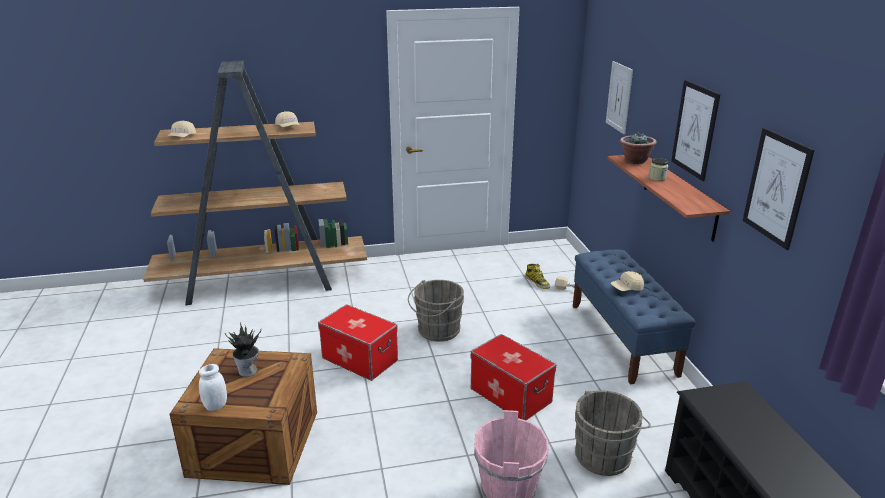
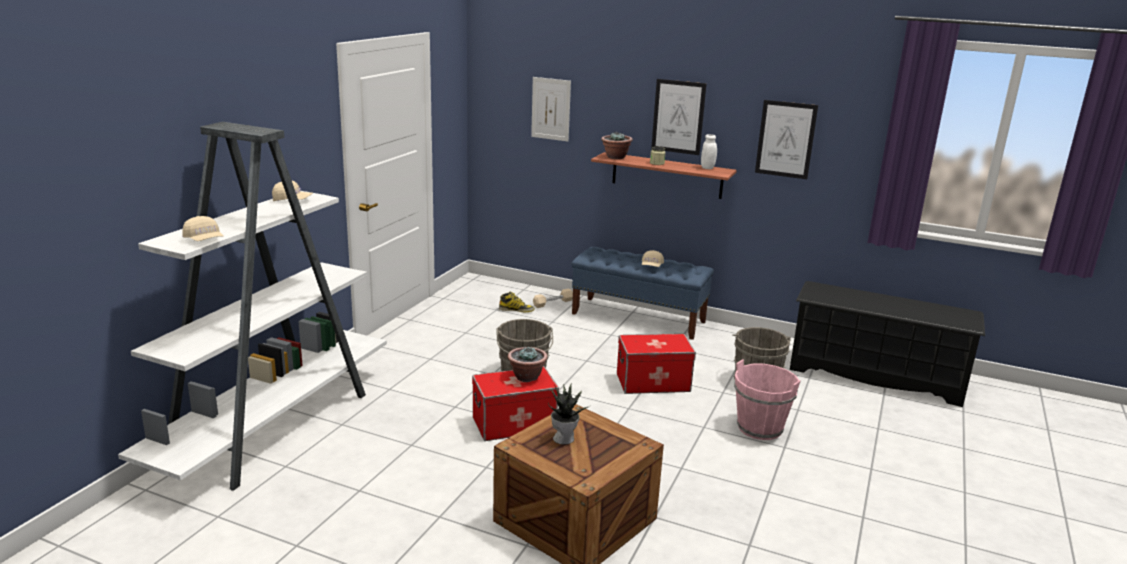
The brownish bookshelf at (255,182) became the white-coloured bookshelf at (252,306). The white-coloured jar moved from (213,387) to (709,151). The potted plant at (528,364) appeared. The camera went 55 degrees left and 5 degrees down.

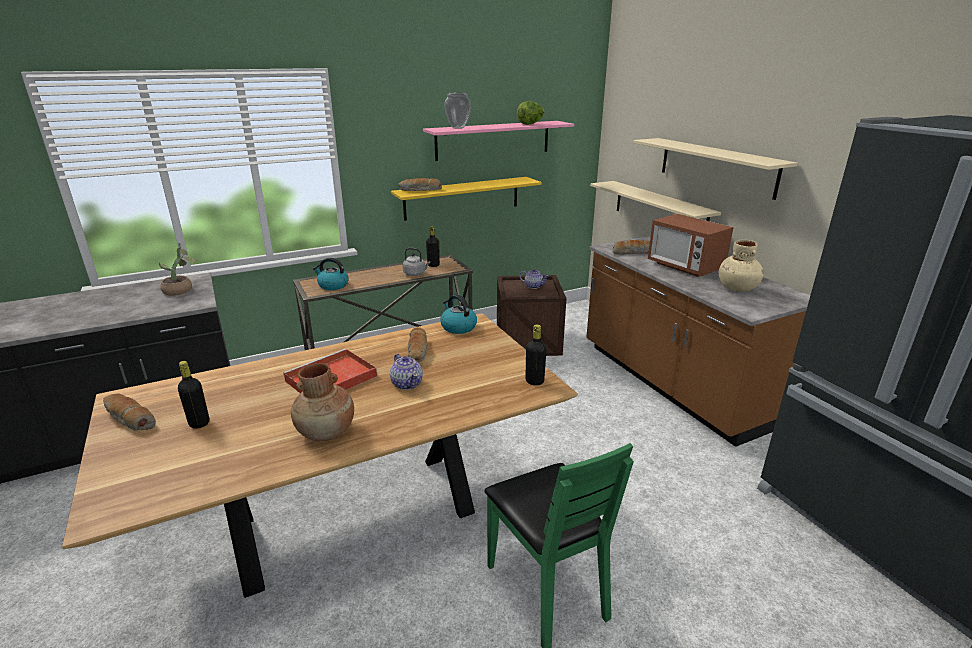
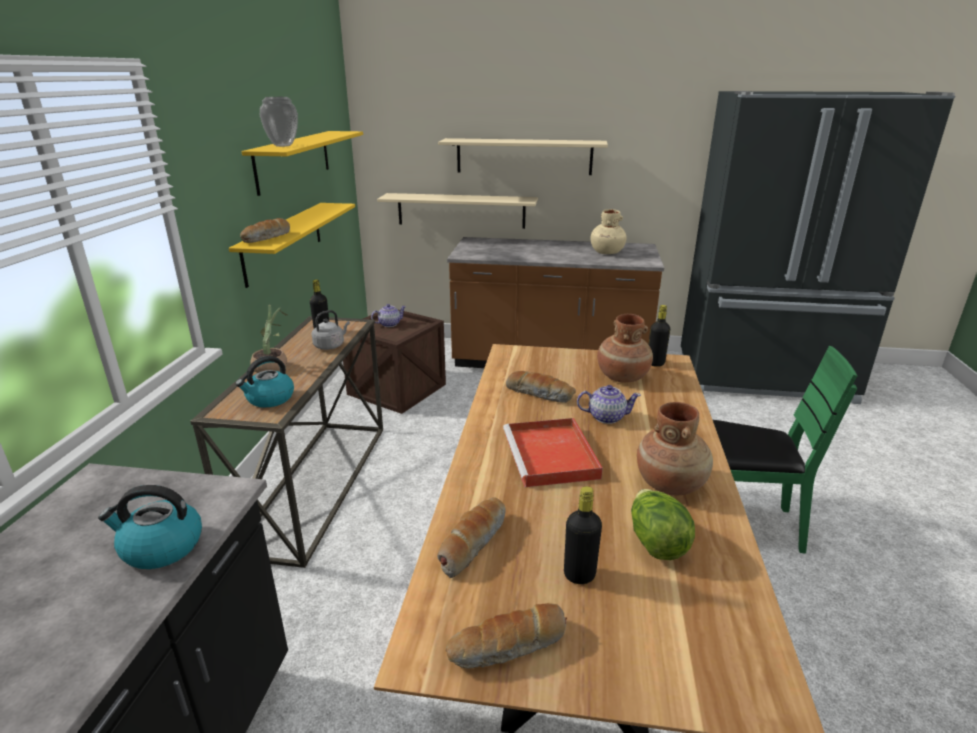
The potted plant moved from (178,269) to (268,339). The pink-coloured shelf at (498,141) became the yellow shelf at (302,163). The kettle moved from (458,314) to (150,527). The head of lettuce moved from (531,113) to (663,524). The baked bread moved from (631,247) to (471,537). The microwave at (691,245) disappeared. The brownish flower vase at (625,348) appeared. The camera went 55 degrees left and 0 degrees up.

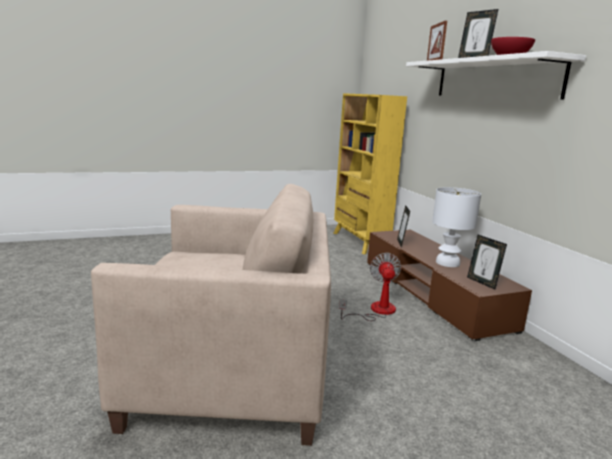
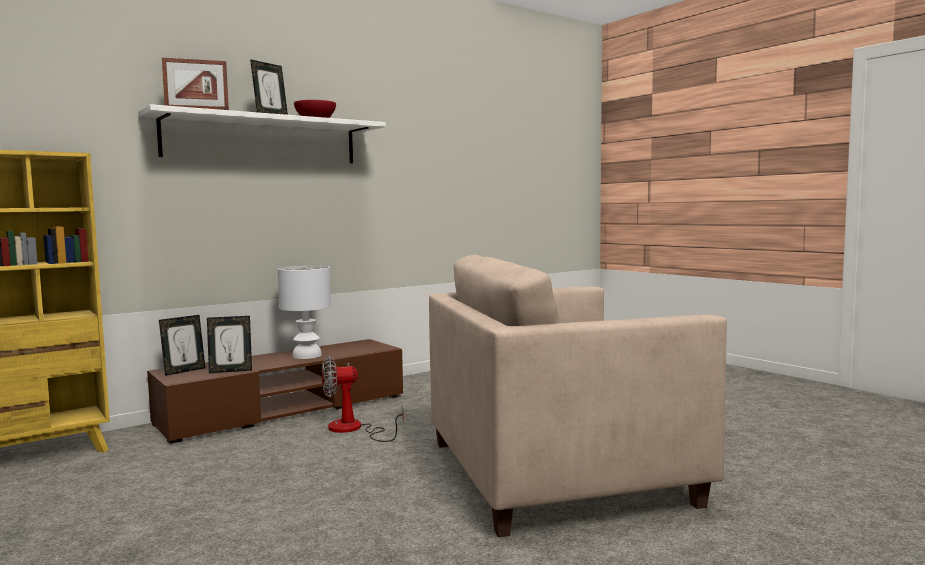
The sand-coloured armchair at (211,315) turned 90 degrees counterclockwise. The standing frame moved from (487,262) to (182,345). The camera went 105 degrees left and 10 degrees down.

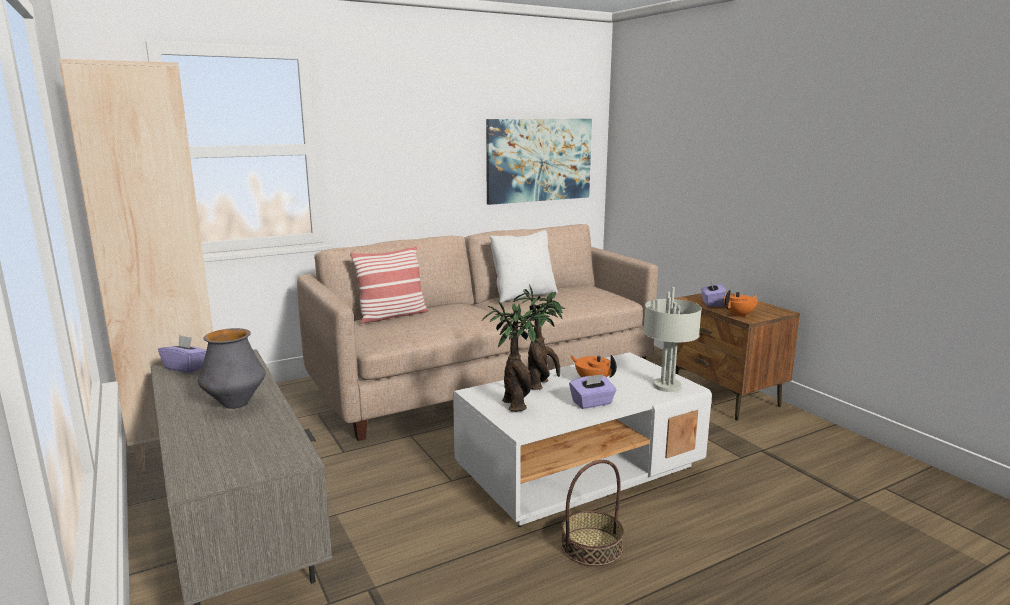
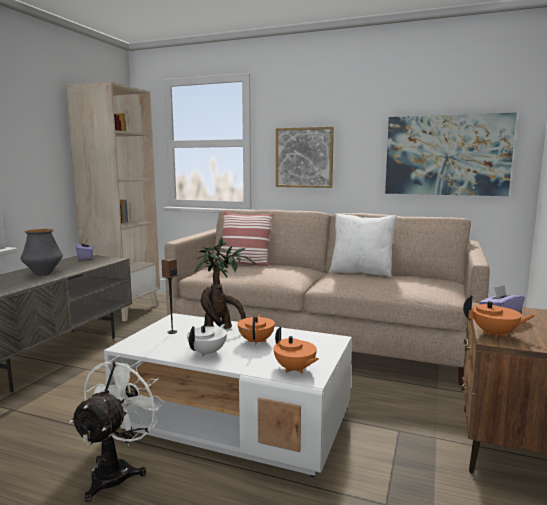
The potted plant at (517,356) was replaced by the audio speaker at (169,296). The basket at (592,513) was replaced by the white-coloured fan at (117,428). The purple tissue box at (592,391) was replaced by the white-coloured pot for tea at (207,340). The grey tabletop lamp at (672,339) was replaced by the orange-coloured pot for tea at (296,350). The picture at (305,157) appeared. The camera went 50 degrees right and 5 degrees down.

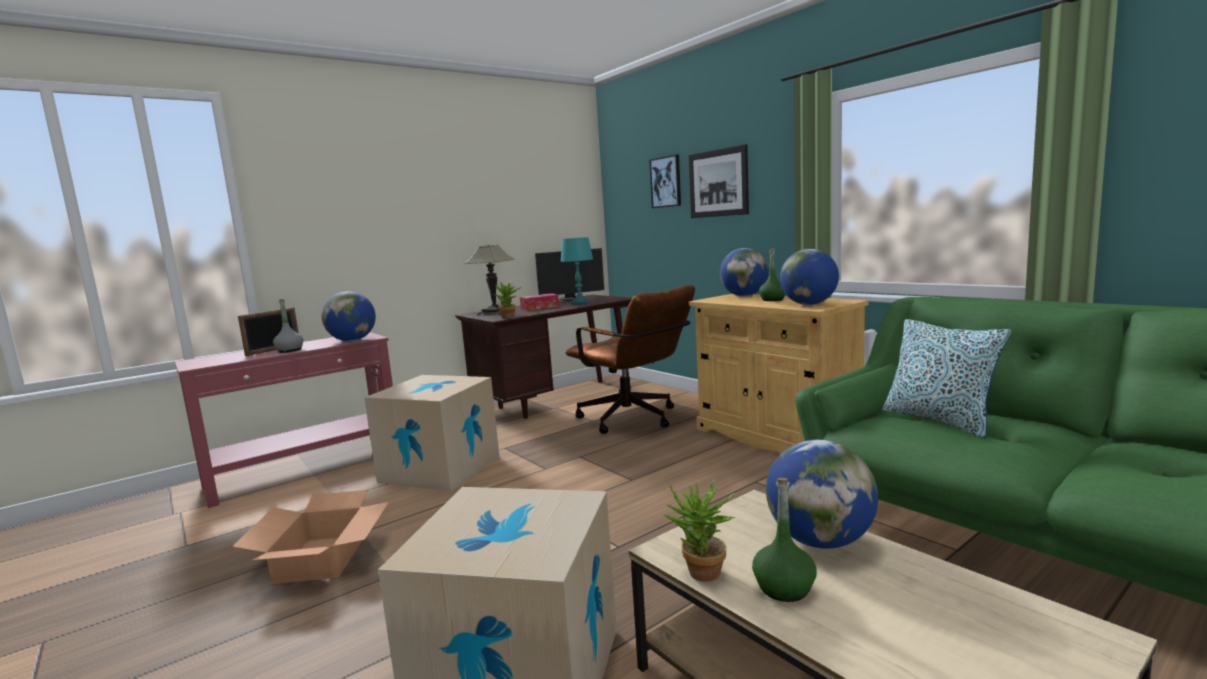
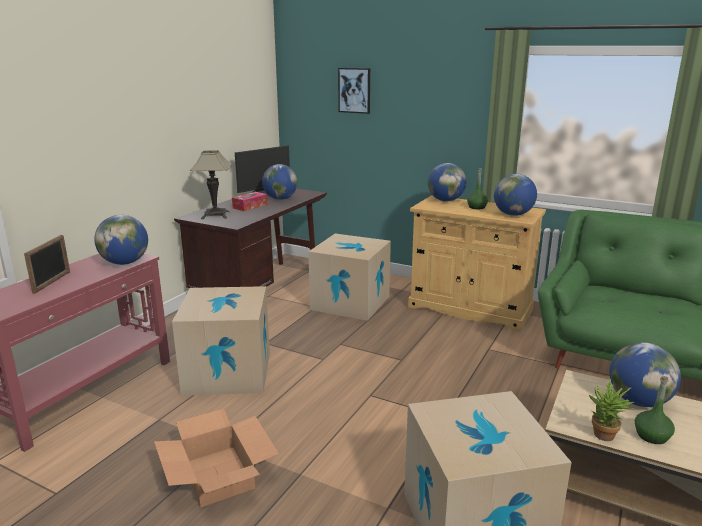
The grey bottle at (288,326) disappeared. The potted plant at (507,300) disappeared. The turquoise tabletop lamp at (576,270) was replaced by the globe at (280,182). The brownish computer chair at (630,359) was replaced by the carton at (349,277). The picture at (718,181) disappeared. The throw pillow at (946,378) disappeared. The camera went 25 degrees left and 10 degrees up.

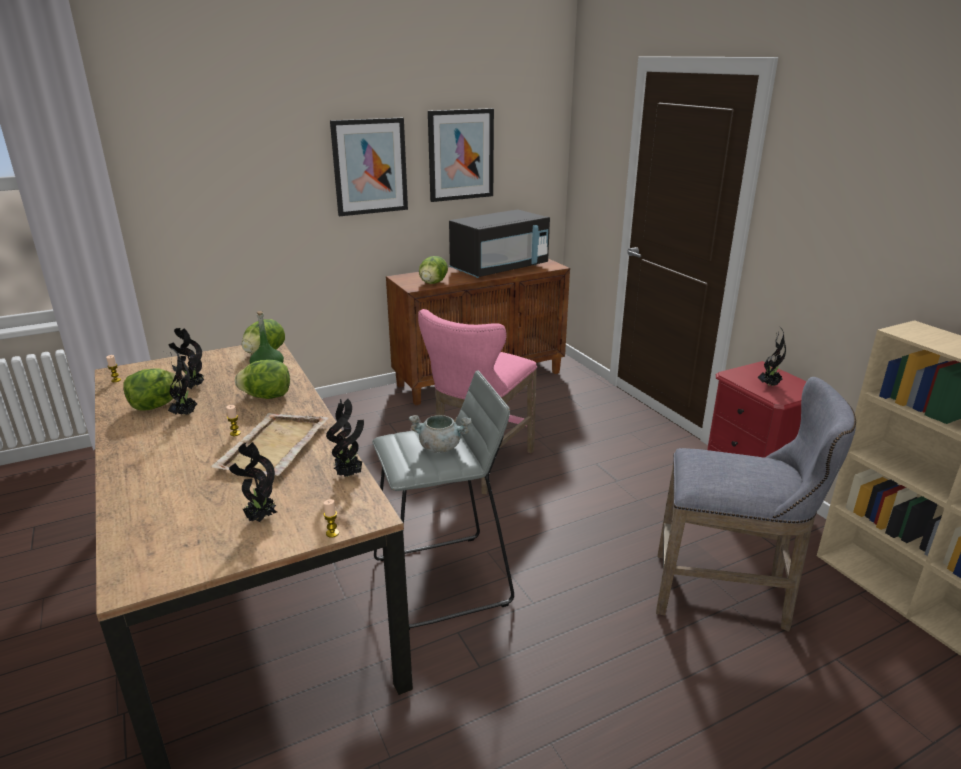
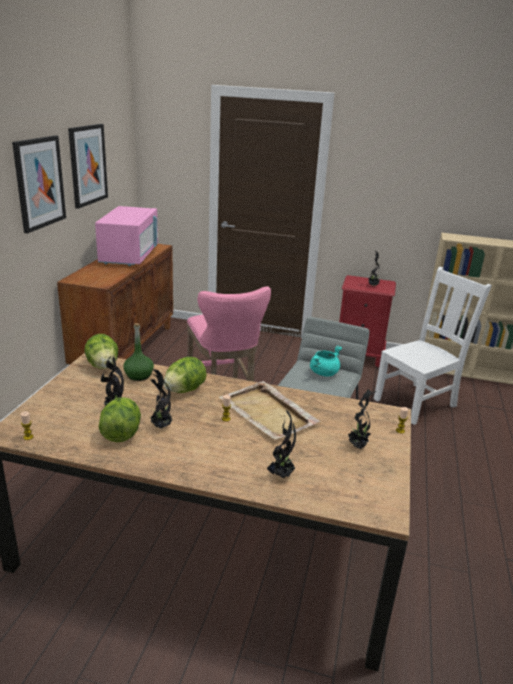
The potted plant moved from (345,438) to (281,443). The grey stockpot at (440,434) became the turquoise stockpot at (326,361). The head of lettuce at (433,270) disappeared. The black microwave at (499,244) became the pink-coloured microwave at (126,236). The grey stool seat at (756,504) was replaced by the white-coloured plain chair at (433,346). The camera went 50 degrees left and 0 degrees up.

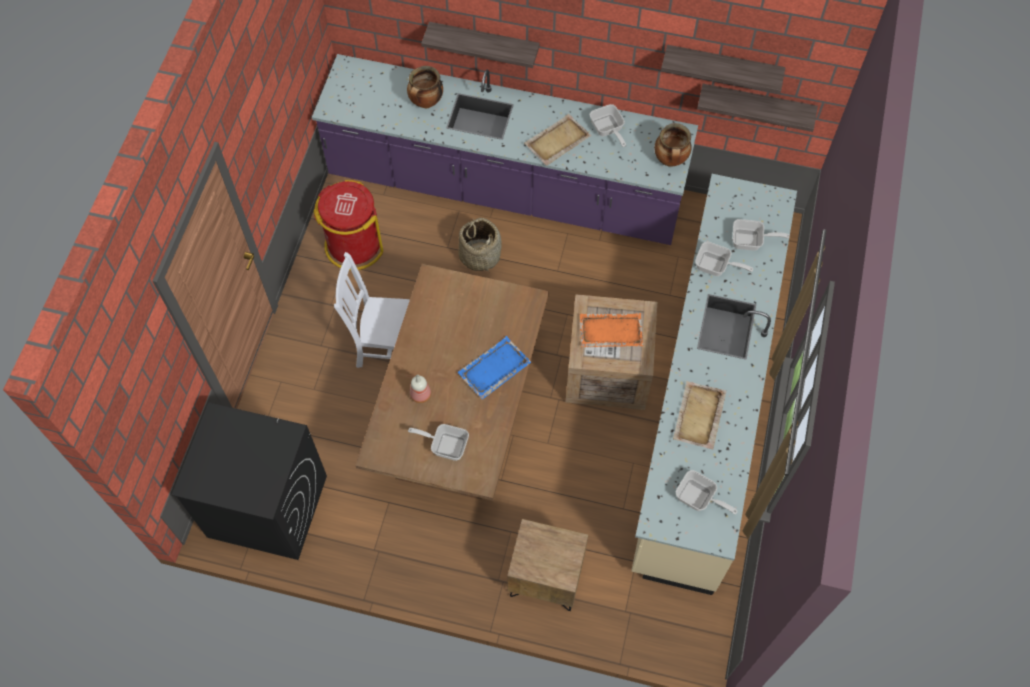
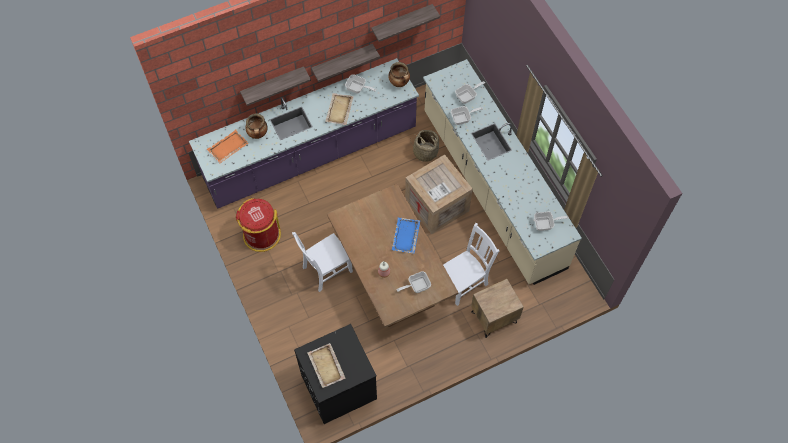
The basket moved from (480,245) to (424,146). The orange-coloured carrying tray moved from (611,330) to (227,146). The sand-coloured carrying tray moved from (699,415) to (326,365). The shelf moved from (757,108) to (345,63). The white-coloured plain chair at (471,264) appeared. The camera went 40 degrees left and 0 degrees up.

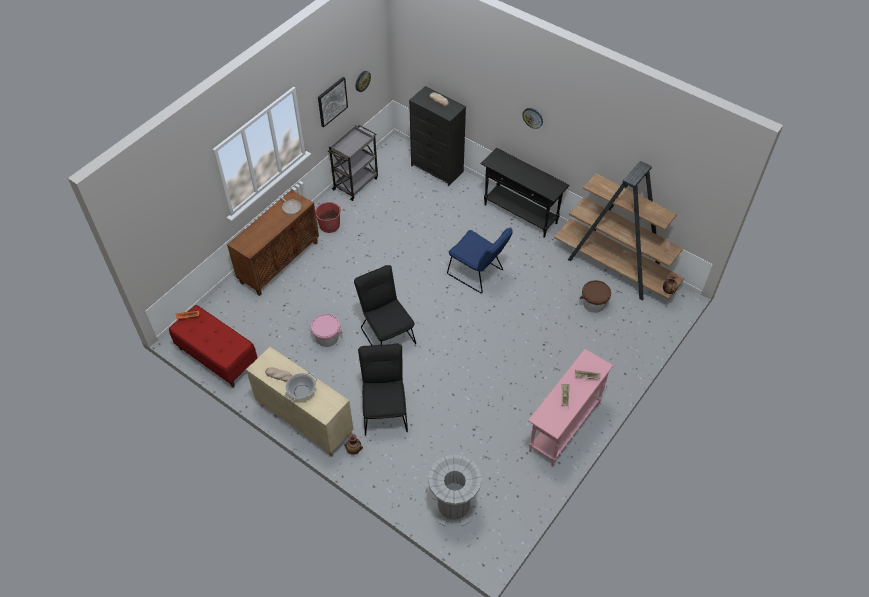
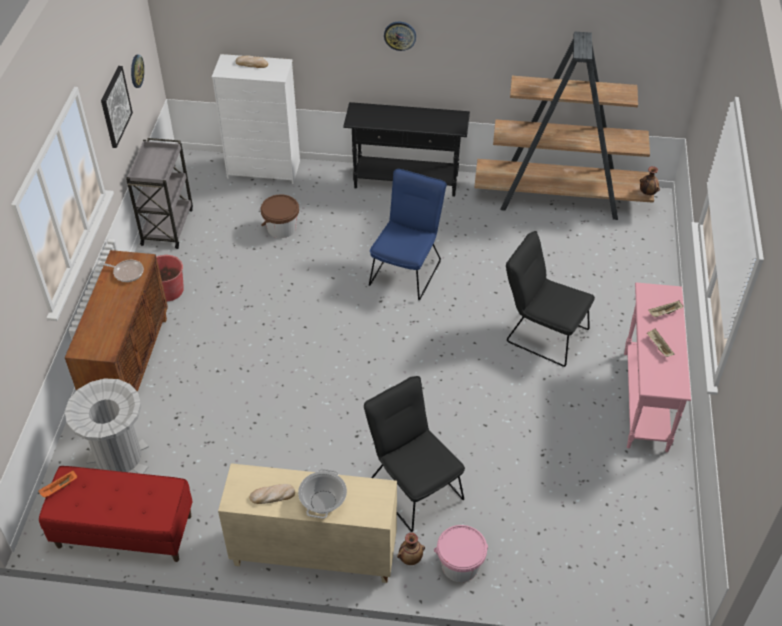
The pink-coloured water bucket moved from (327,330) to (461,553). The black plain chair moved from (385,305) to (550,299). The black chest of drawers at (437,136) became the white-coloured chest of drawers at (256,119). The grey waste bin moved from (455,490) to (107,426). The blue-coloured plain chair at (480,260) turned 75 degrees counterclockwise. The brownish water bucket moved from (595,296) to (280,216). The camera went 30 degrees left and 5 degrees down.

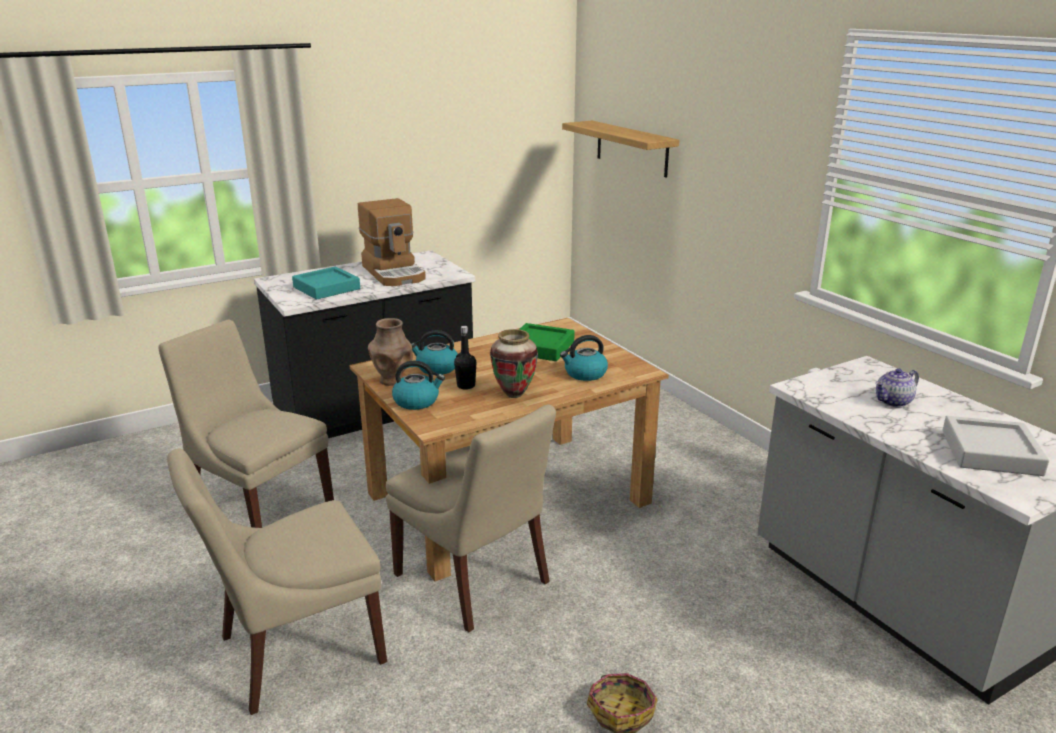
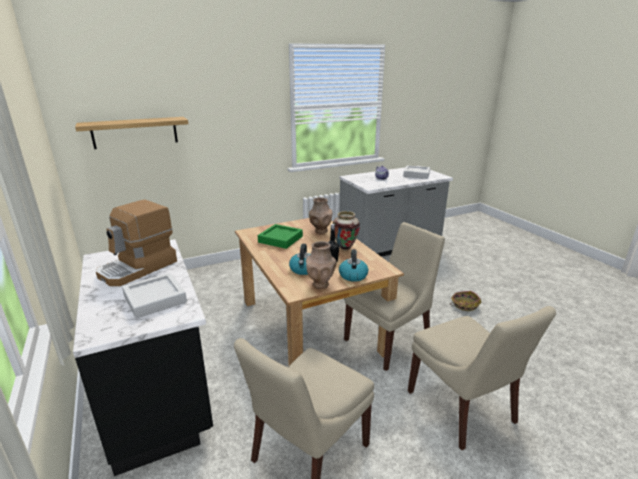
The turquoise carrying tray at (326,283) became the grey carrying tray at (154,296). The coffee brewer at (392,242) turned 150 degrees clockwise. The kettle at (584,358) was replaced by the brownish flower vase at (321,215). The camera went 85 degrees left and 0 degrees up.

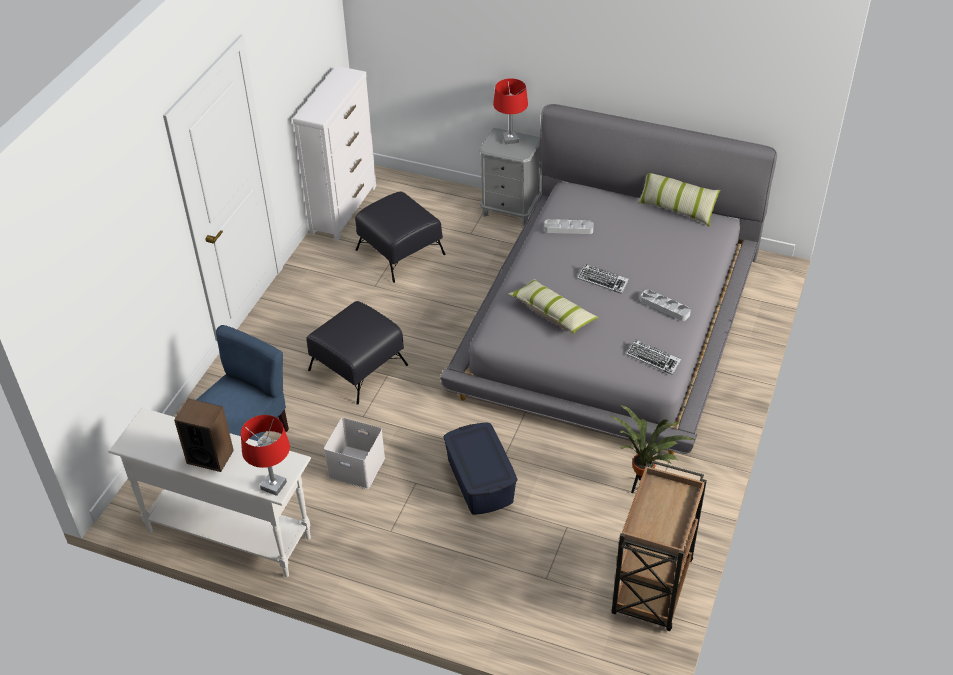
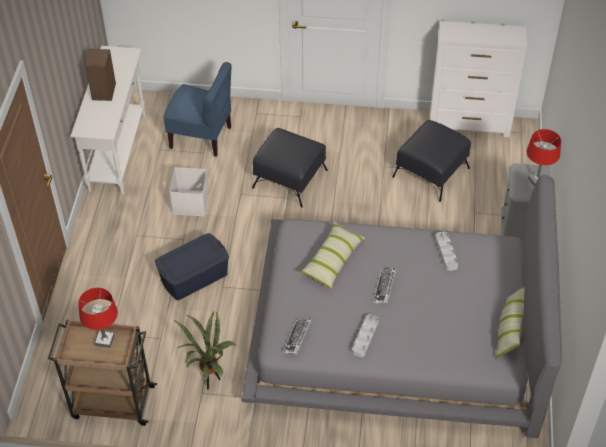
The red-coloured tabletop lamp moved from (265,455) to (98,318). The camera went 75 degrees right and 5 degrees up.

